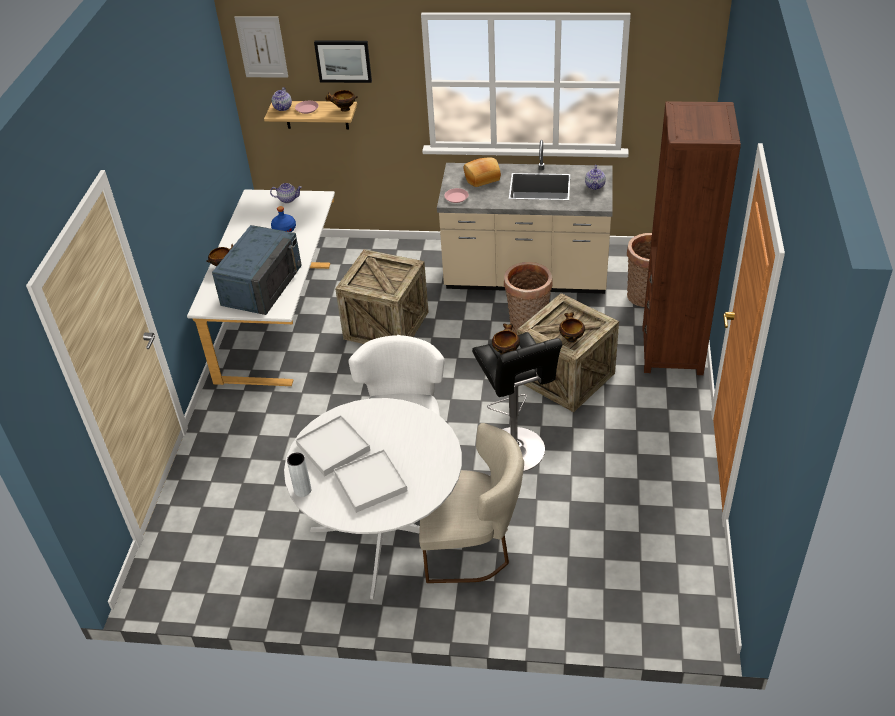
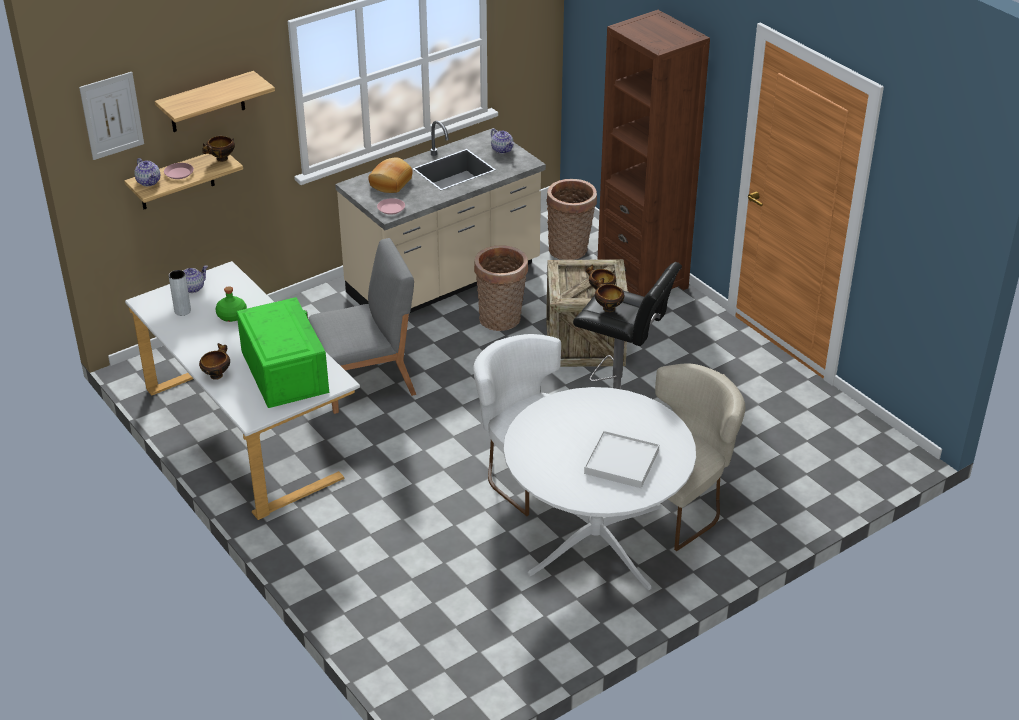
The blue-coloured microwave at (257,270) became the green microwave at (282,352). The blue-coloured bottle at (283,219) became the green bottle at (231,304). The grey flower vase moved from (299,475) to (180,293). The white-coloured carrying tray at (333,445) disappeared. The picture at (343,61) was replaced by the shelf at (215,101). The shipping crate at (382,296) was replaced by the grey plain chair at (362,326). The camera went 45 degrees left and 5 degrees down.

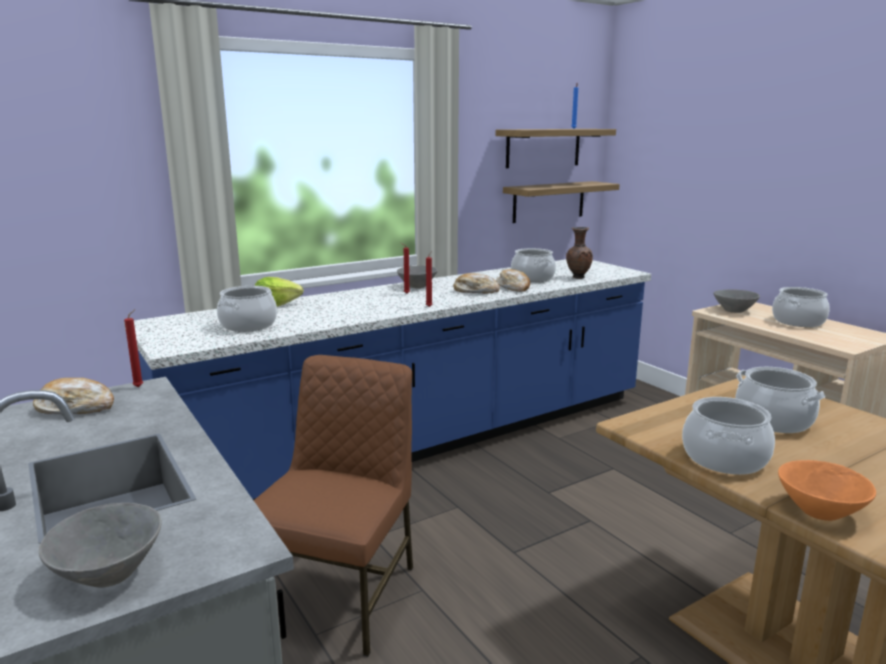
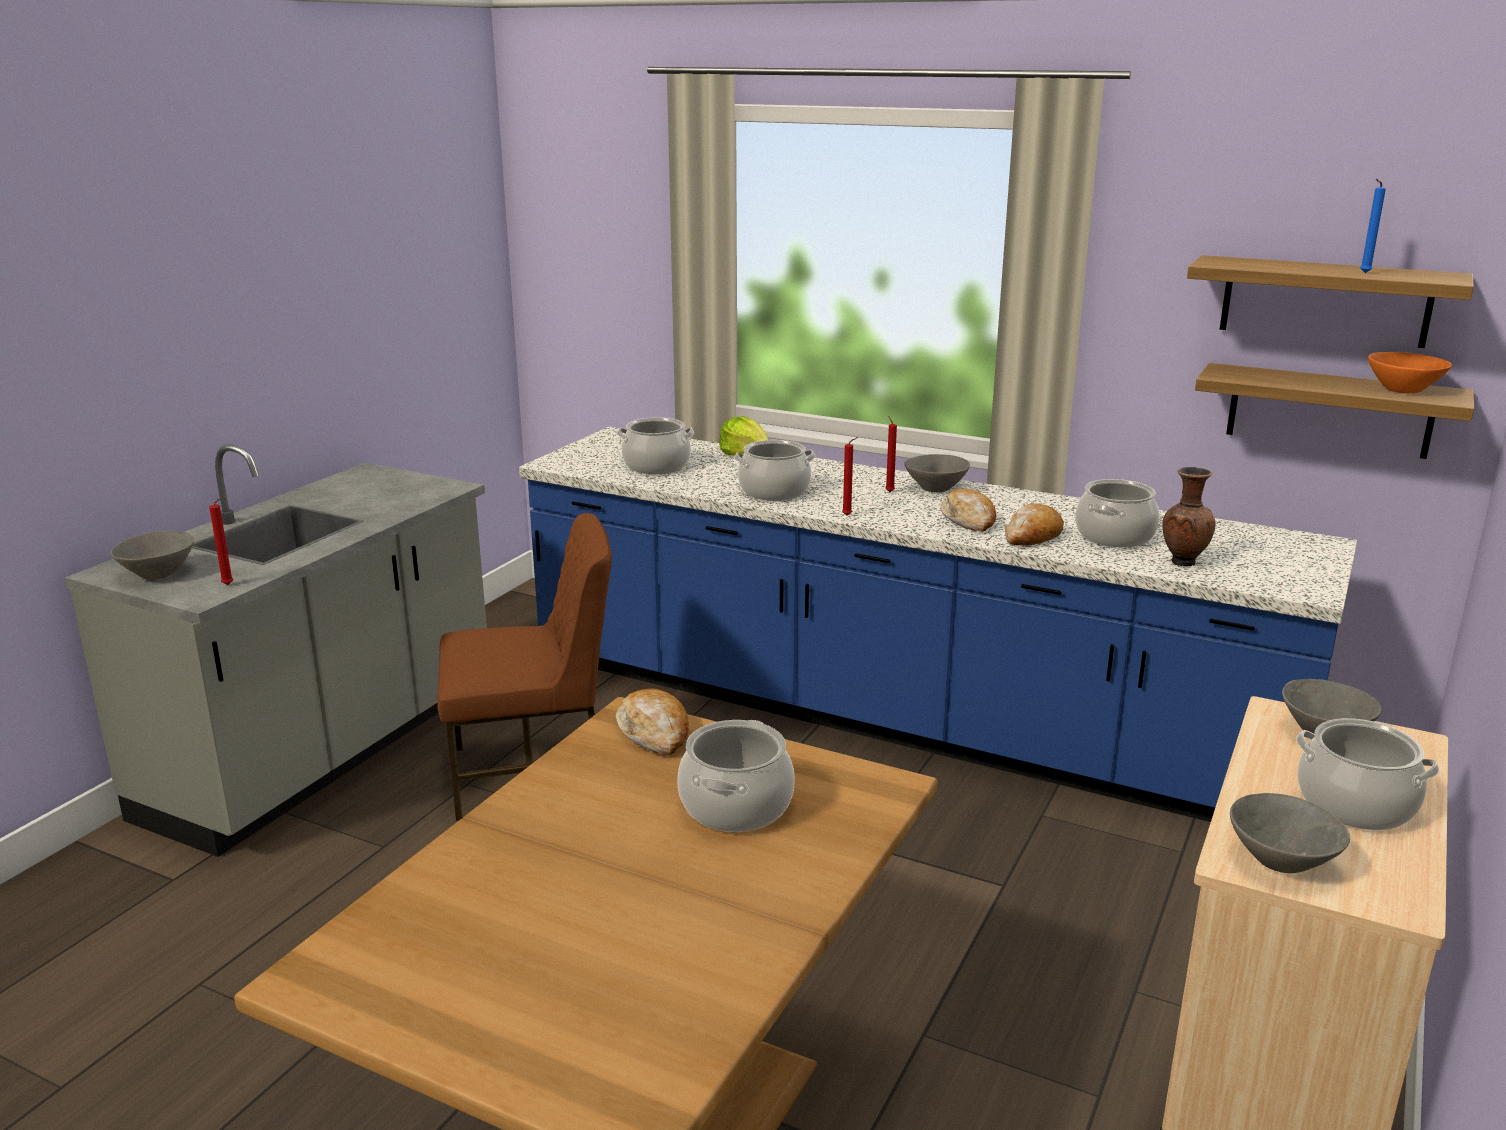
The baked bread moved from (73,396) to (652,722). The red-coloured candle moved from (133,348) to (221,541). The stockpot moved from (728,436) to (775,470). The orange-coloured serving bowl moved from (827,490) to (1410,372). The grey serving bowl at (1290,833) appeared. The camera went 60 degrees right and 5 degrees up.

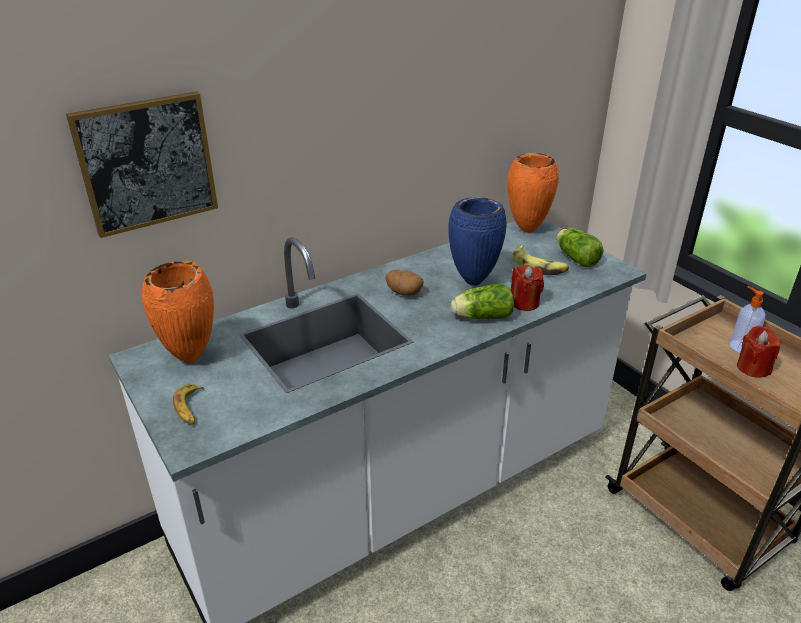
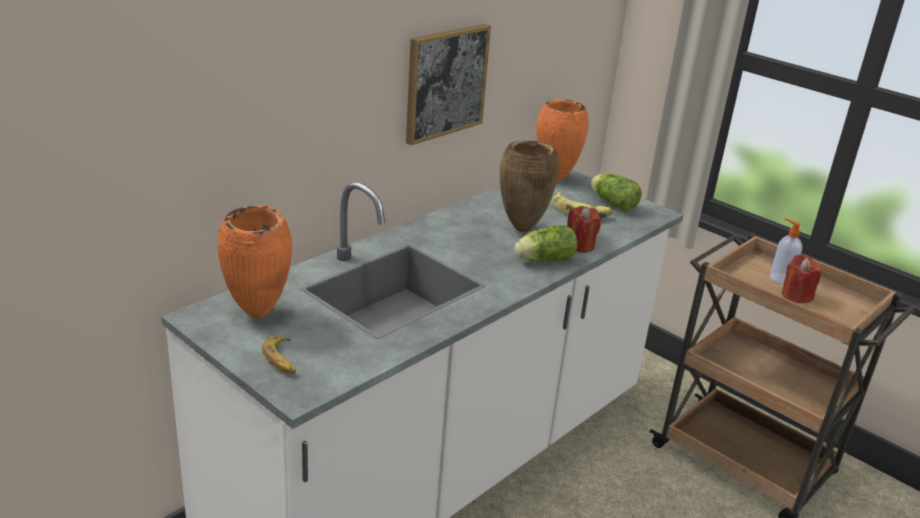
The picture moved from (142,164) to (448,84). The spud at (404,283) disappeared. The blue-coloured flower vase at (477,241) became the brownish flower vase at (529,186). The camera went 15 degrees left and 5 degrees down.

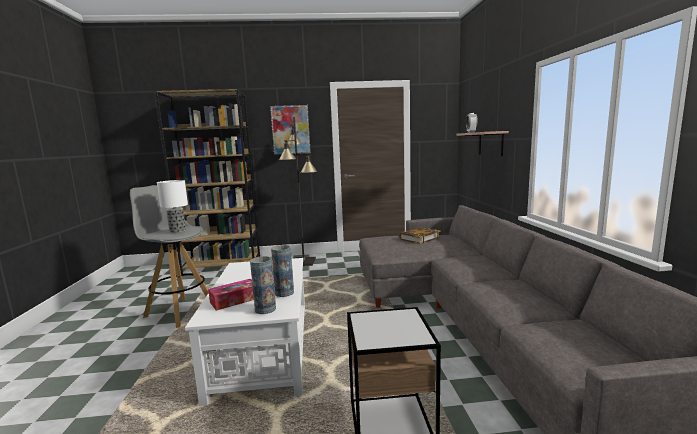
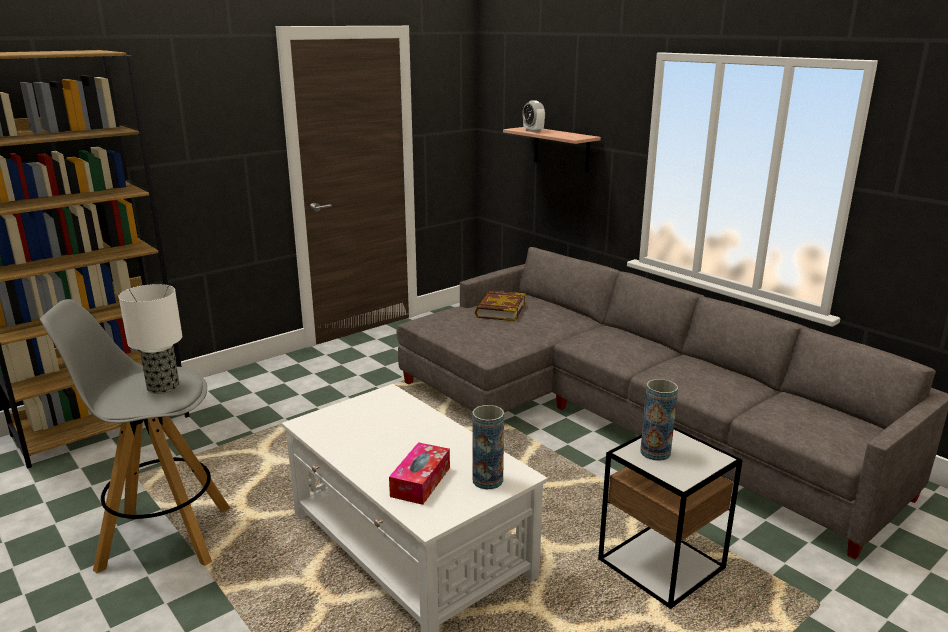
The picture at (290,130) disappeared. The flower vase moved from (282,271) to (659,420). The black standing lamp at (298,191) disappeared. The camera went 35 degrees left and 10 degrees up.

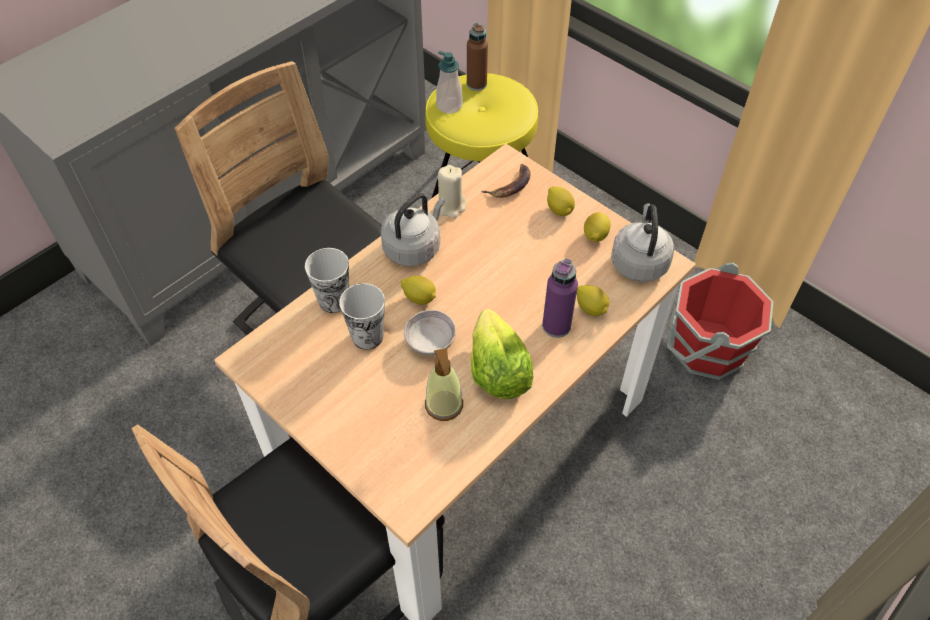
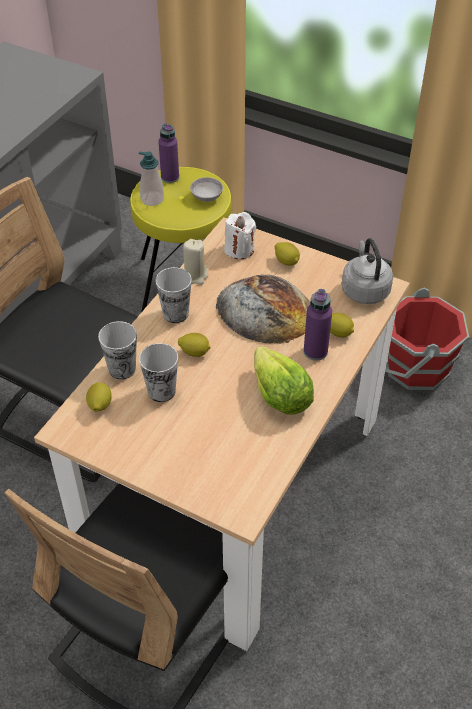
The grey kettle at (413,229) was replaced by the small cup at (173,295). The grey serving bowl moved from (430,332) to (206,189). The soap bottle at (444,384) disappeared. The brownish bottle at (477,57) became the purple bottle at (168,153). The whole banana at (506,181) was replaced by the white-coloured candle at (240,235). The lemon moved from (597,227) to (99,397). The baked bread at (263,309) appeared. The camera went 15 degrees left and 5 degrees down.

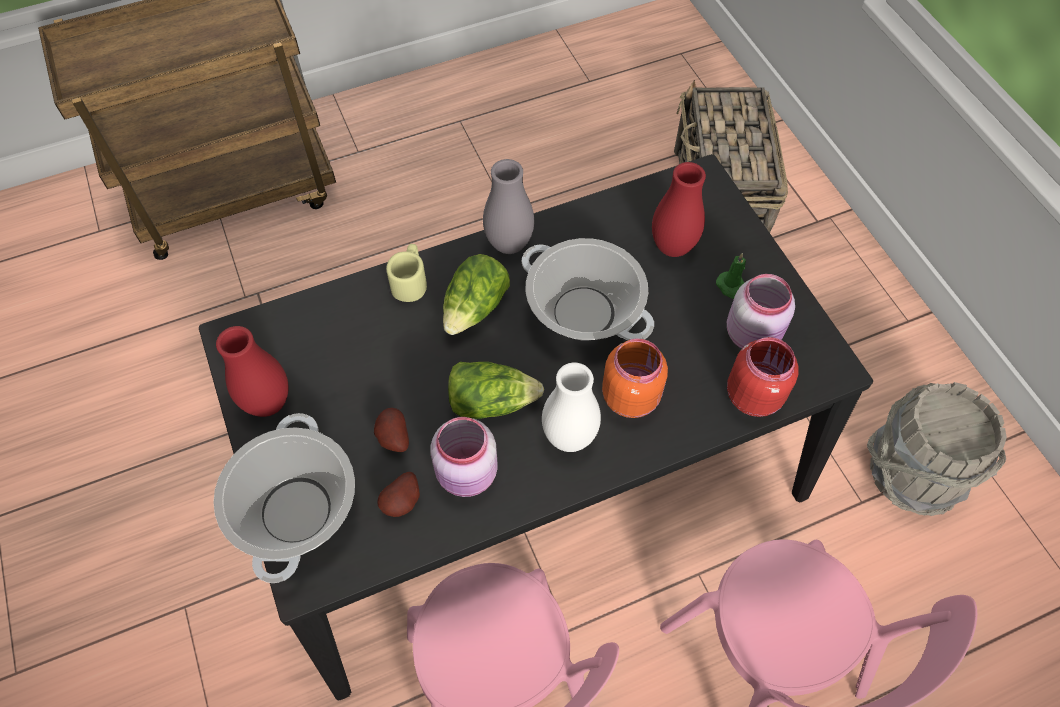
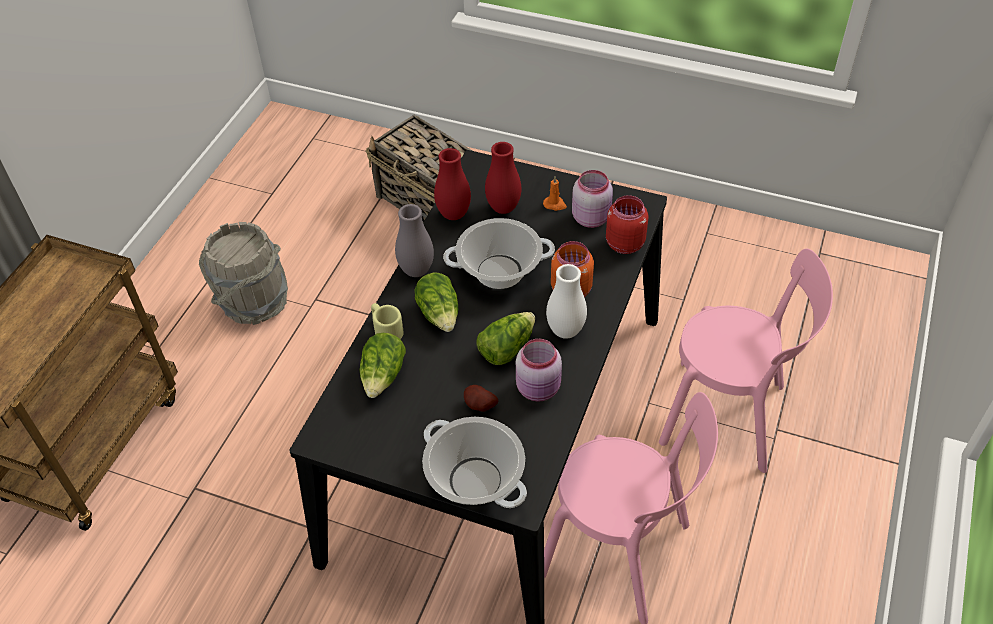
The red-coloured flower vase moved from (252,371) to (452,184). The spud at (398,494) disappeared. The green candle at (731,276) became the orange-coloured candle at (555,194). The grey water bucket moved from (937,449) to (243,273). The head of lettuce at (382,365) appeared. The camera went 45 degrees left and 10 degrees down.

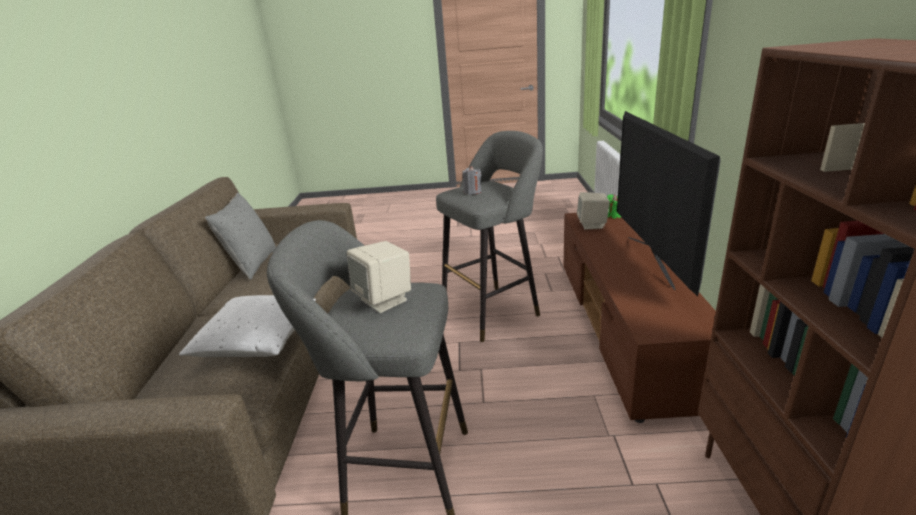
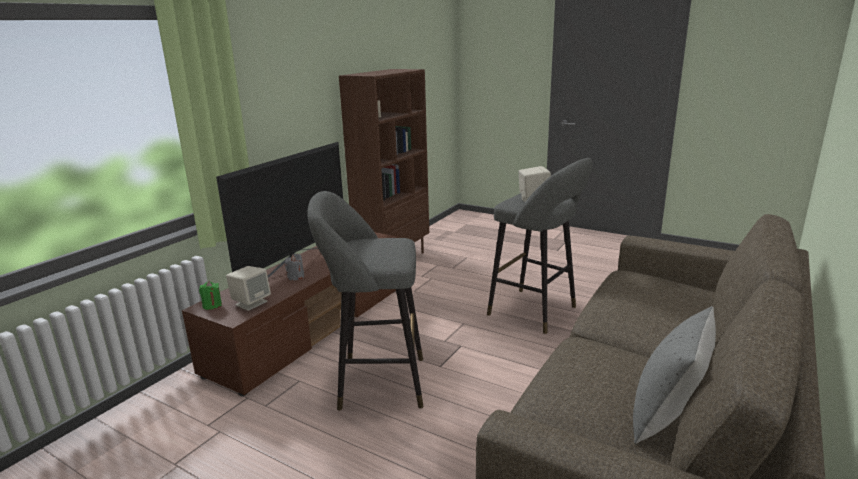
The white-coloured throw pillow at (247,326) disappeared. The grey candle moved from (471,180) to (294,267). The camera went 150 degrees left and 5 degrees down.

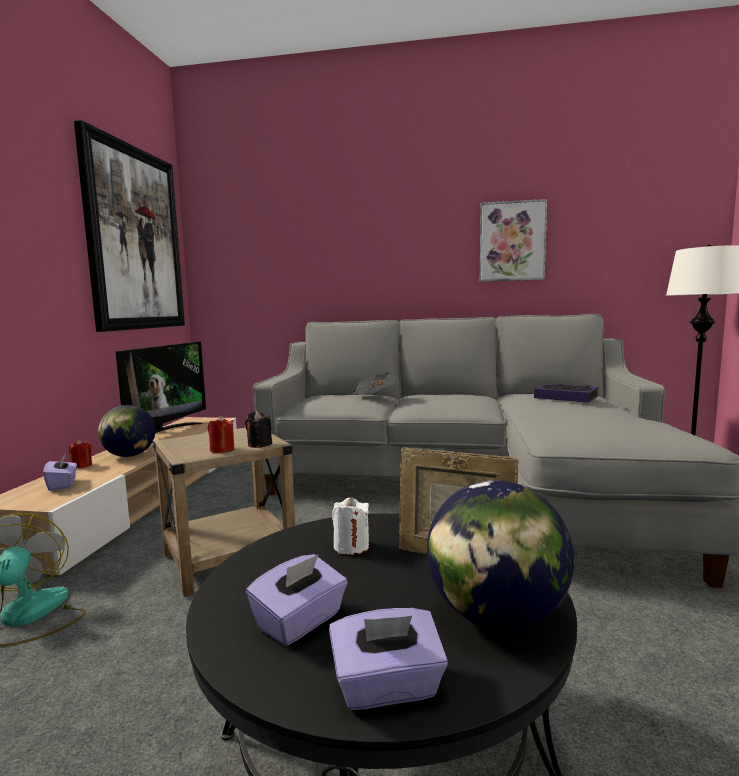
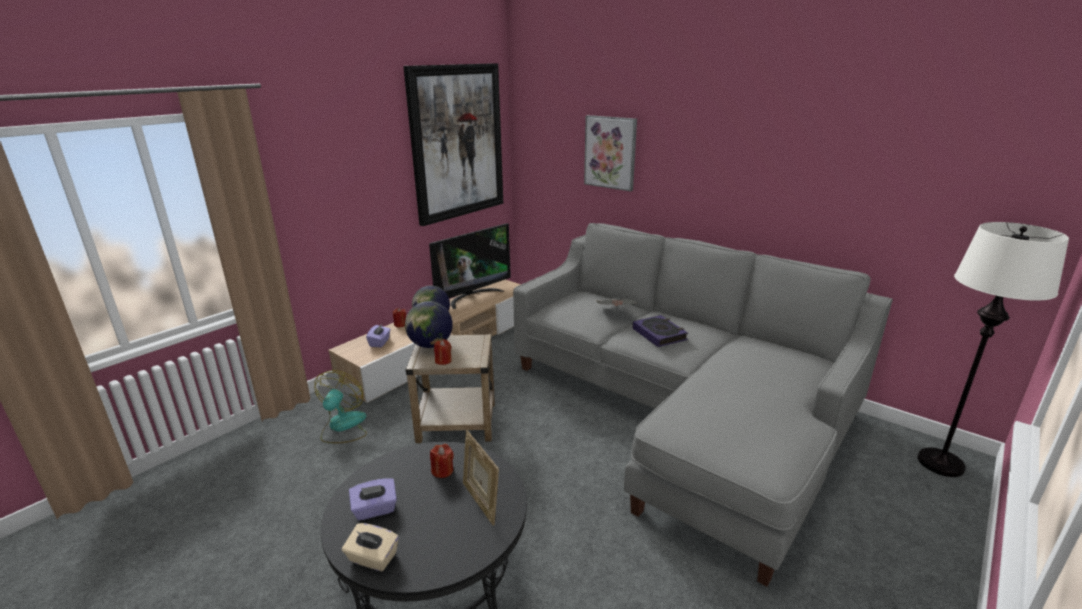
The black candle at (258,429) disappeared. The purple tissue box at (388,659) became the sand-coloured tissue box at (370,547). The white-coloured candle at (350,526) became the red-coloured candle at (442,461). The globe moved from (500,555) to (429,324). The picture moved from (513,240) to (610,153). The book moved from (566,393) to (660,331). The camera went 30 degrees right and 15 degrees up.

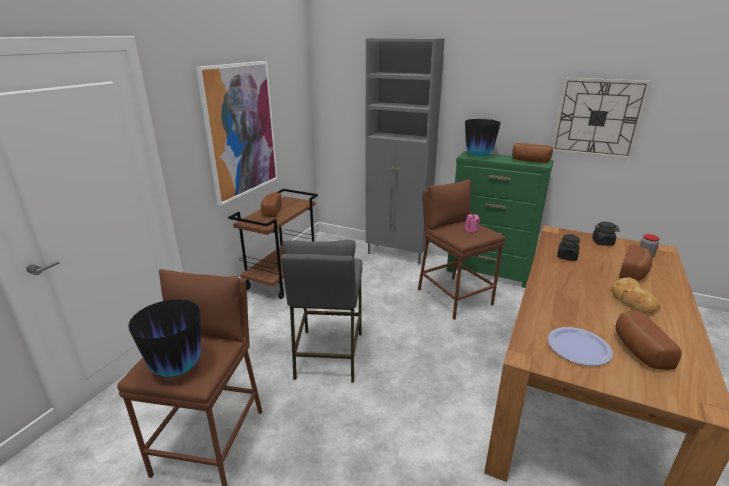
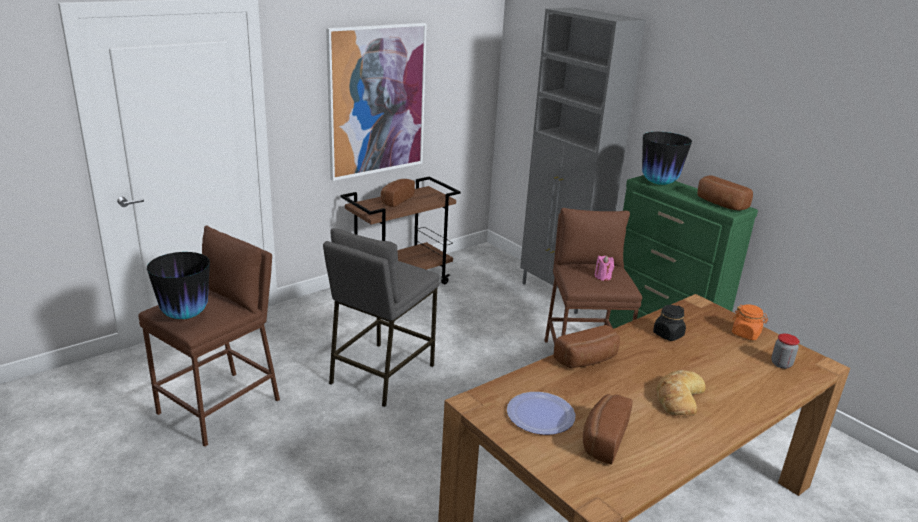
The clock on the wall at (601,118) disappeared. The black jar at (606,234) became the orange-coloured jar at (750,322). The baked bread moved from (635,262) to (587,346). The camera went 25 degrees right and 0 degrees up.

